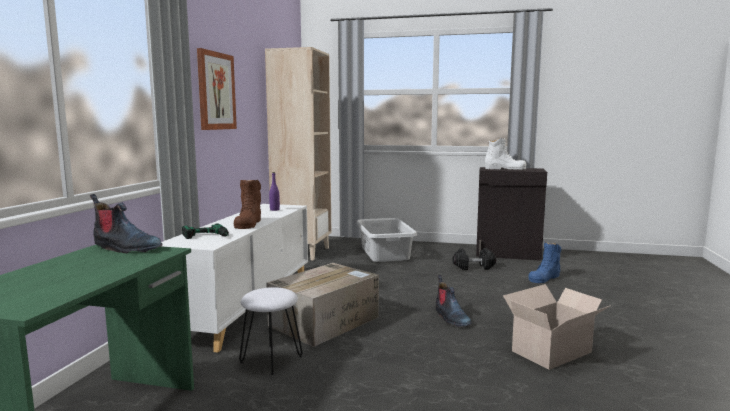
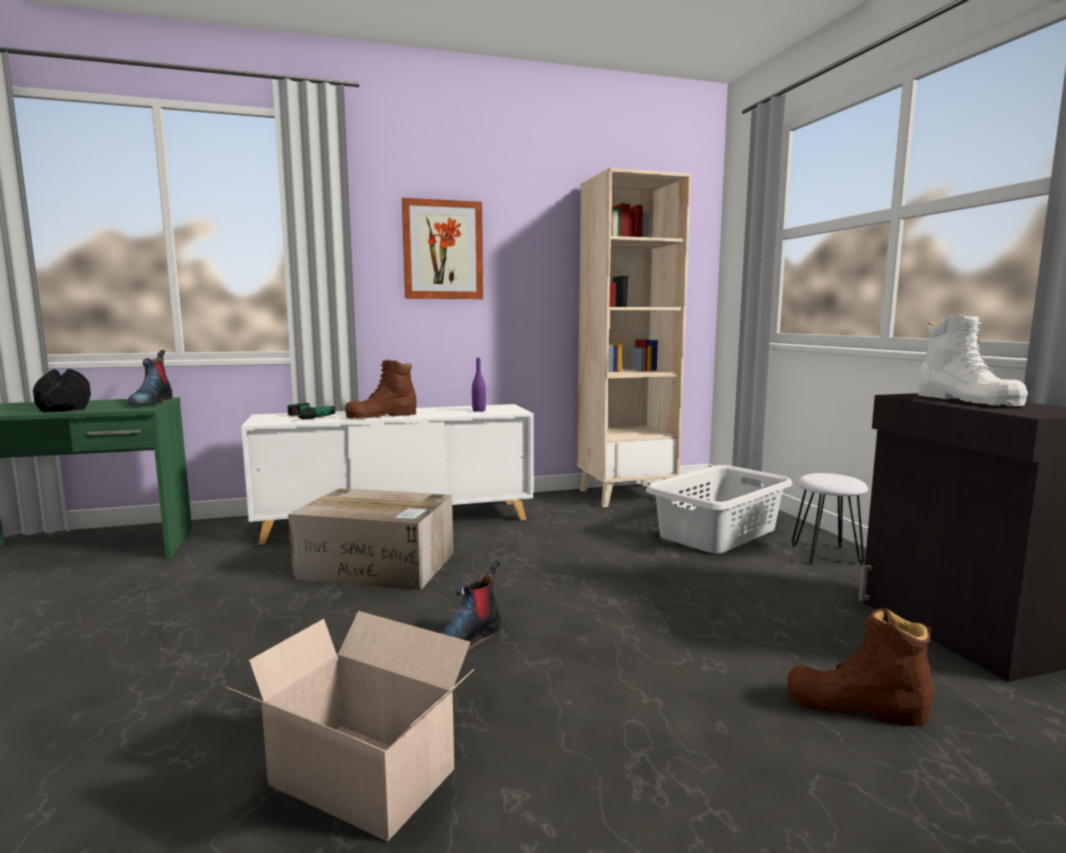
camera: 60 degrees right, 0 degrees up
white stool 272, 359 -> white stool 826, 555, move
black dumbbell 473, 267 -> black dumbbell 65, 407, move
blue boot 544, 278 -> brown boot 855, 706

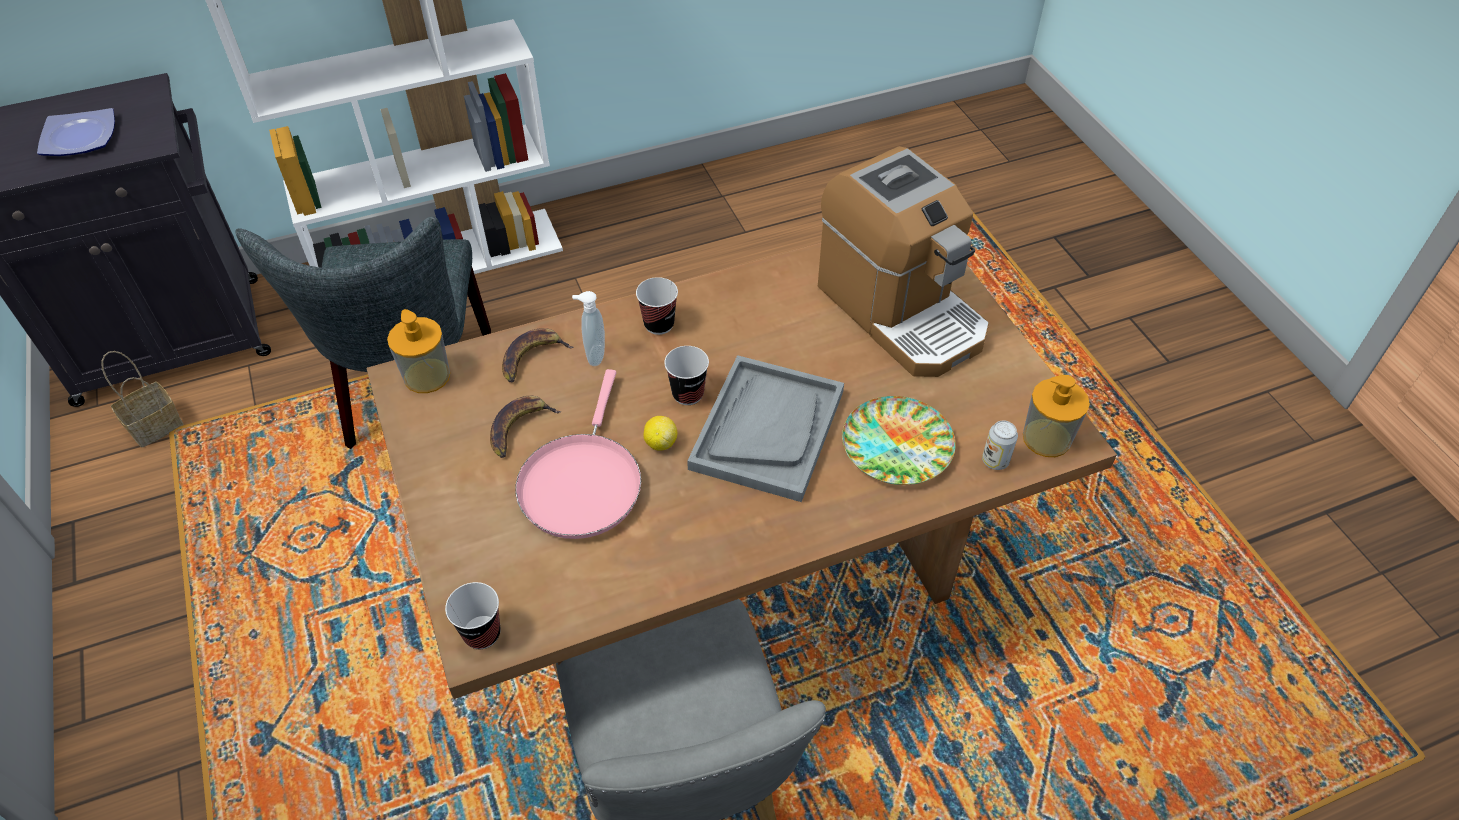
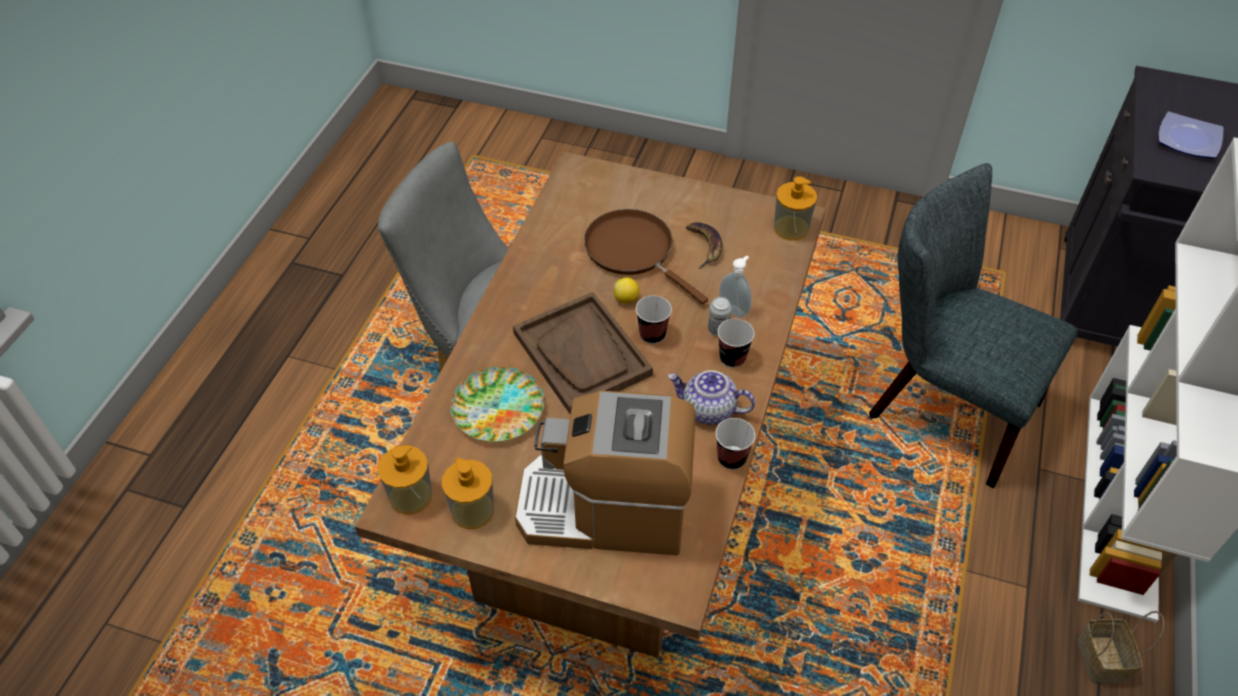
camera: 130 degrees right, 0 degrees up
basket 157, 425 -> basket 1103, 661, move
cup 482, 633 -> cup 731, 458, move
banana 532, 357 -> none
pink frying pan 582, 482 -> brown frying pan 633, 251
grey tray 767, 429 -> brown tray 582, 354
can 995, 461 -> can 718, 329, move
none -> soap dispenser 472, 510
none -> teapot 708, 410

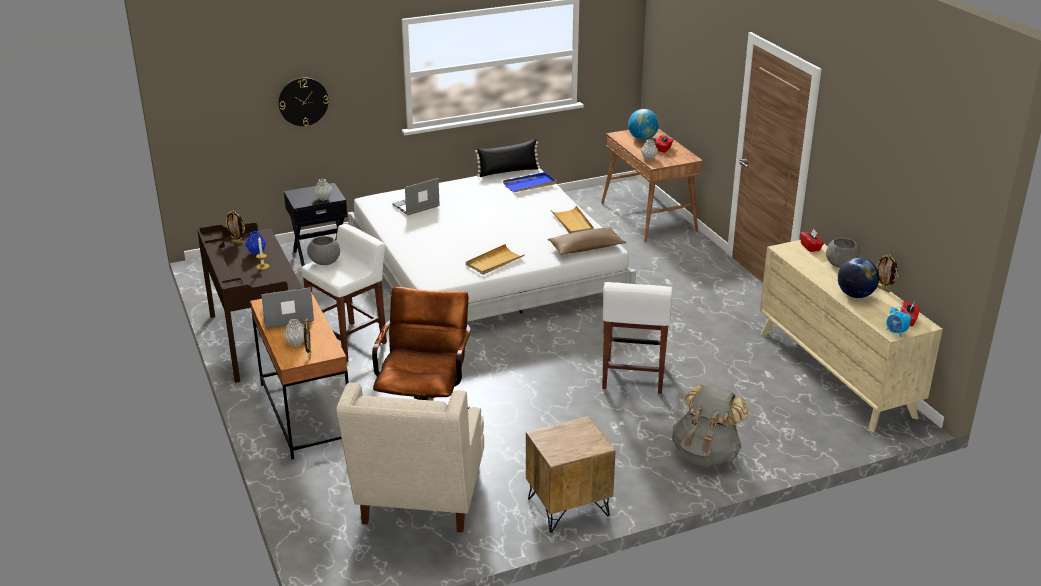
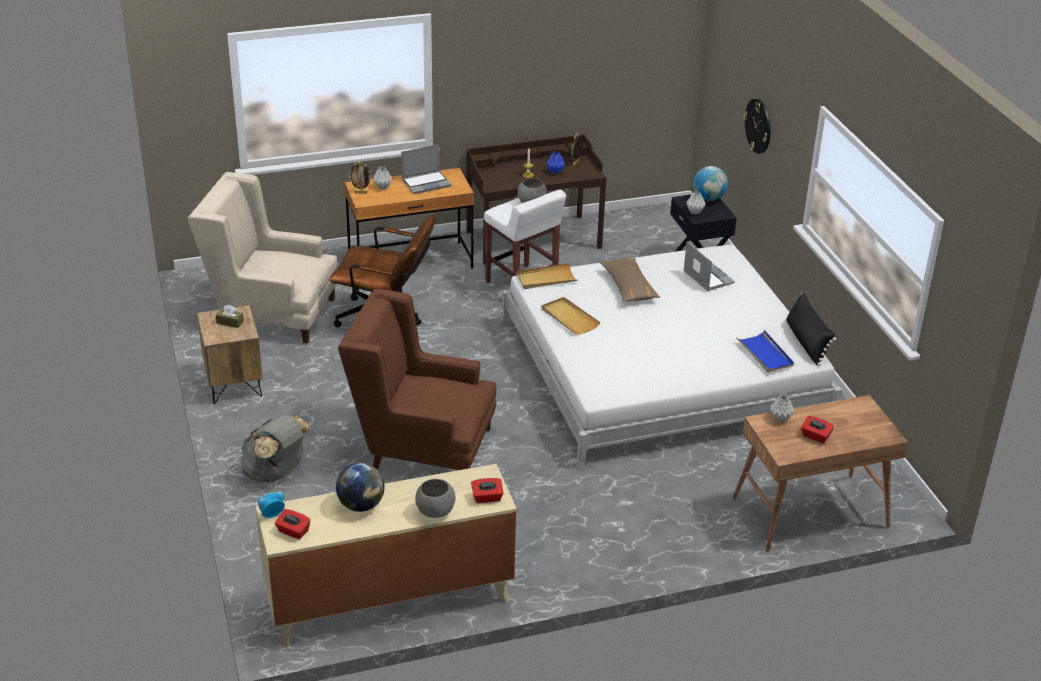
camera: 95 degrees right, 5 degrees up
laptop 287, 317 -> laptop 426, 183, 75 degrees clockwise
brown pillow 586, 248 -> brown pillow 628, 287, move
beige tray 572, 222 -> beige tray 546, 279, move
white stool 633, 377 -> brown armchair 421, 446
globe 642, 138 -> globe 708, 198, move
picture frame 884, 289 -> none
none -> brown tissue box 230, 322

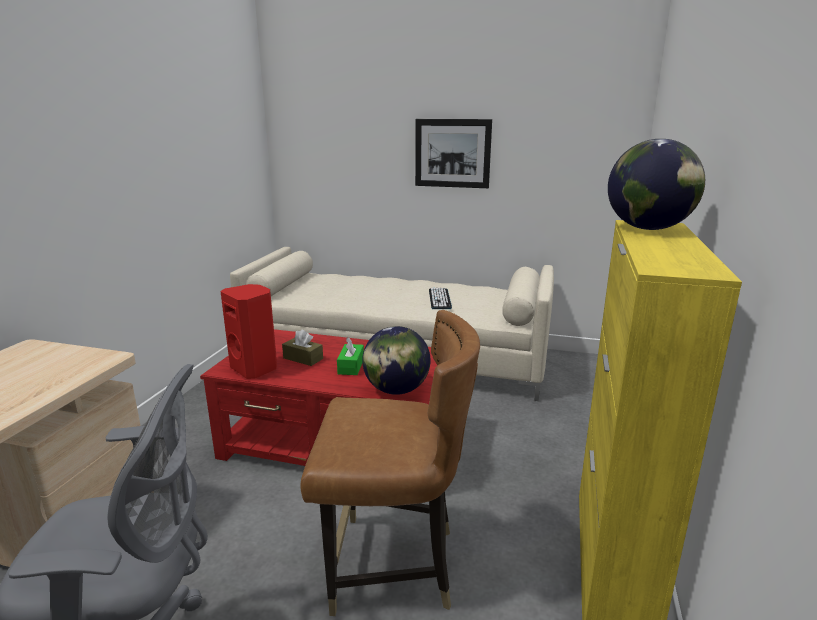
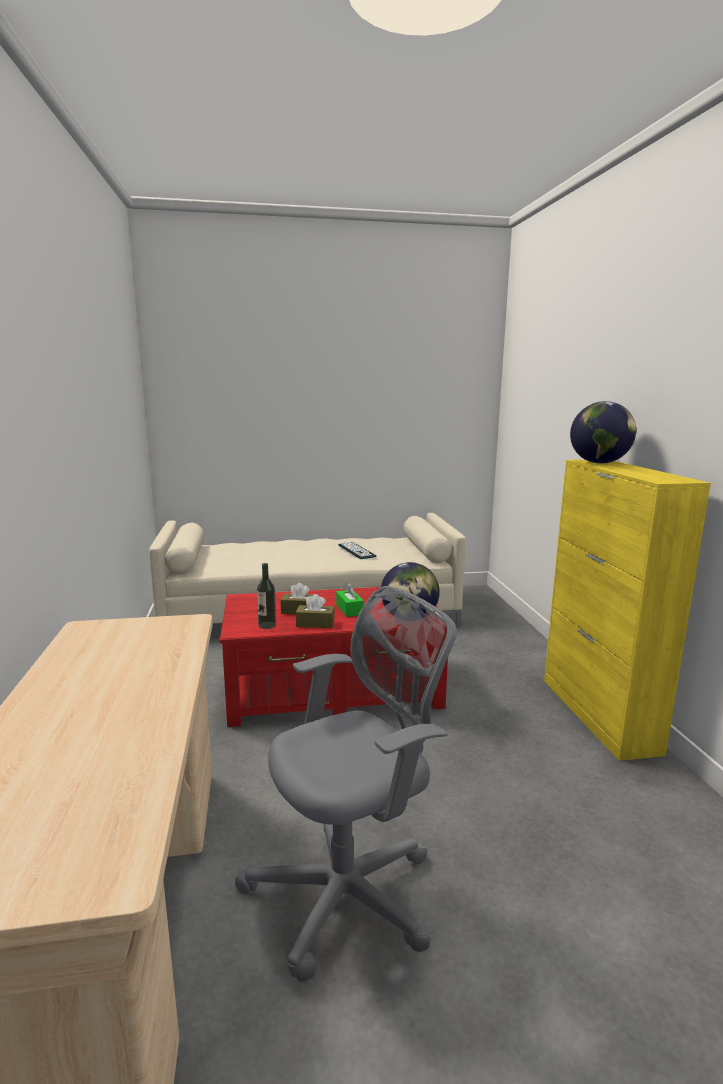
camera: 25 degrees left, 5 degrees down
red speaker 255, 368 -> bottle 267, 625
brown chair 393, 565 -> none
picture 452, 153 -> none
none -> brown tissue box 315, 623

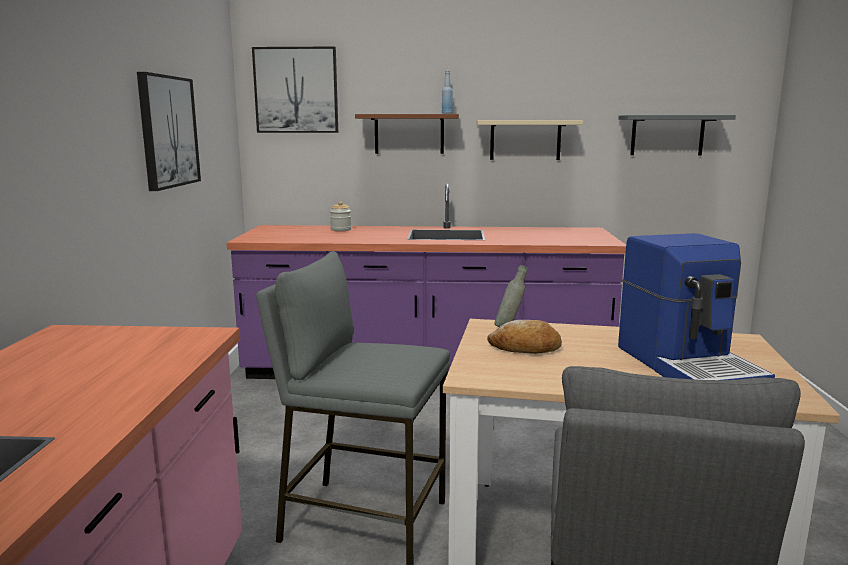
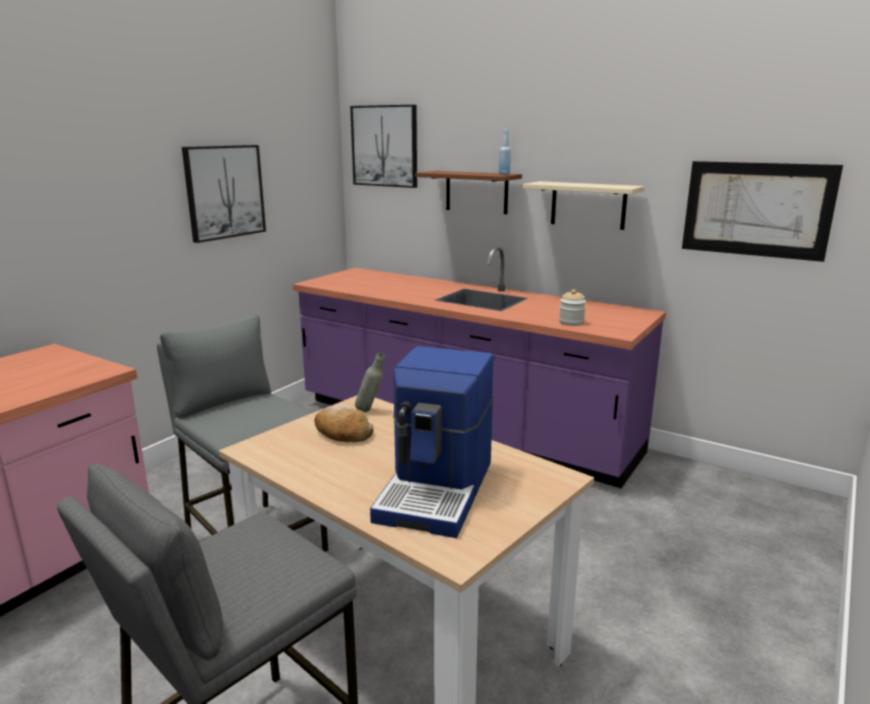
camera: 30 degrees right, 5 degrees up
jar 341, 229 -> jar 571, 322, move
grey shelf 667, 135 -> picture 756, 209

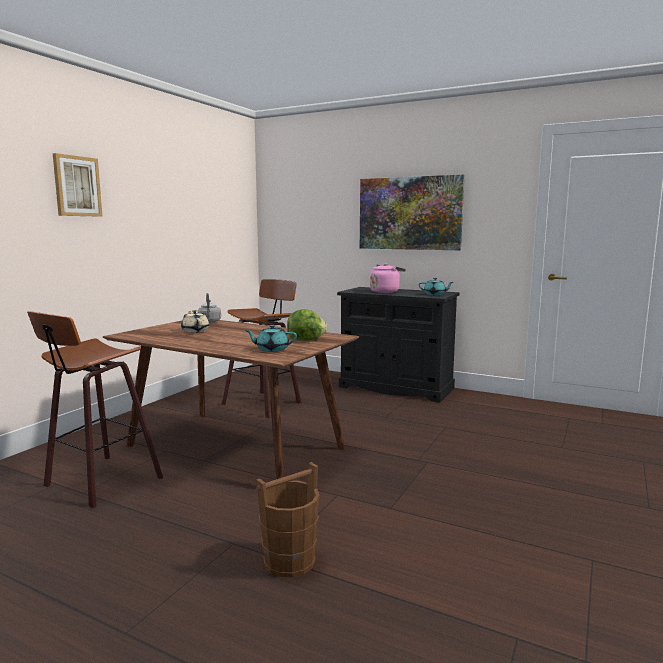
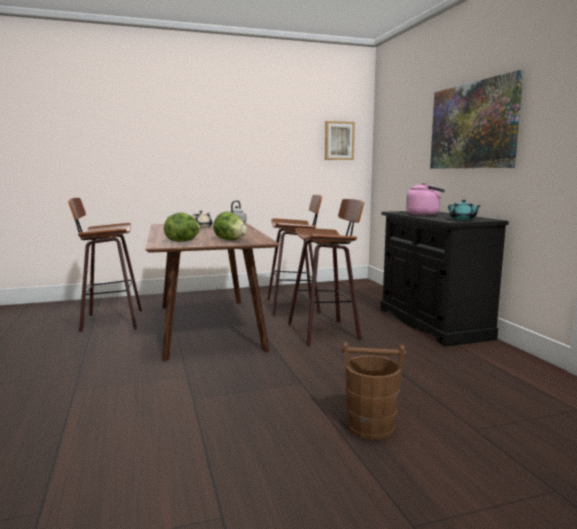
camera: 45 degrees right, 0 degrees up
picture 77, 186 -> picture 339, 141, move
turquoise teapot 271, 349 -> lettuce 183, 241
brown bucket 288, 561 -> brown bucket 370, 426, move
none -> stool 325, 331

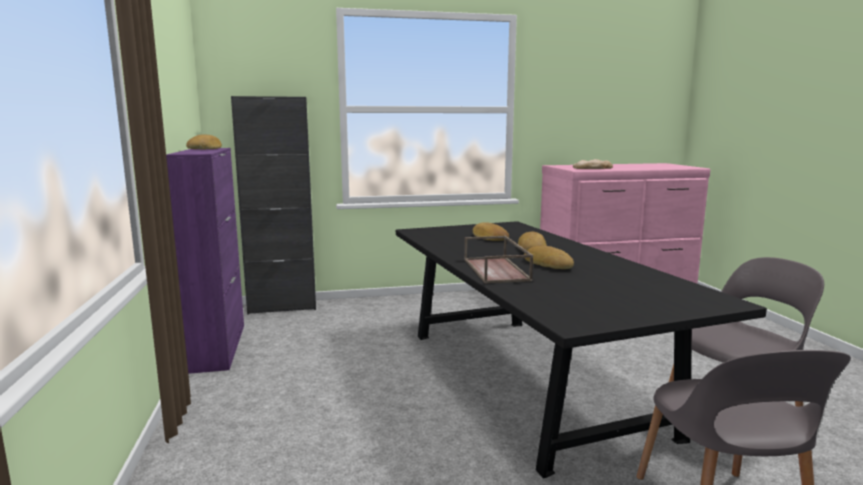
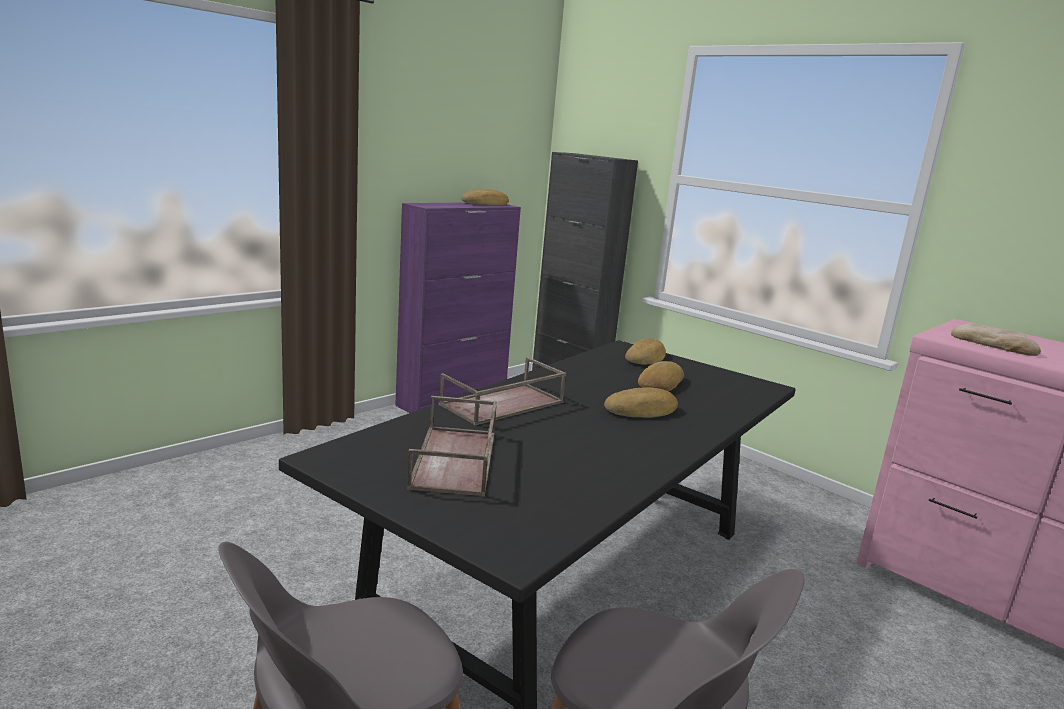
camera: 55 degrees right, 5 degrees up
bread 549, 264 -> bread 646, 358, move
none -> brown tray 456, 460

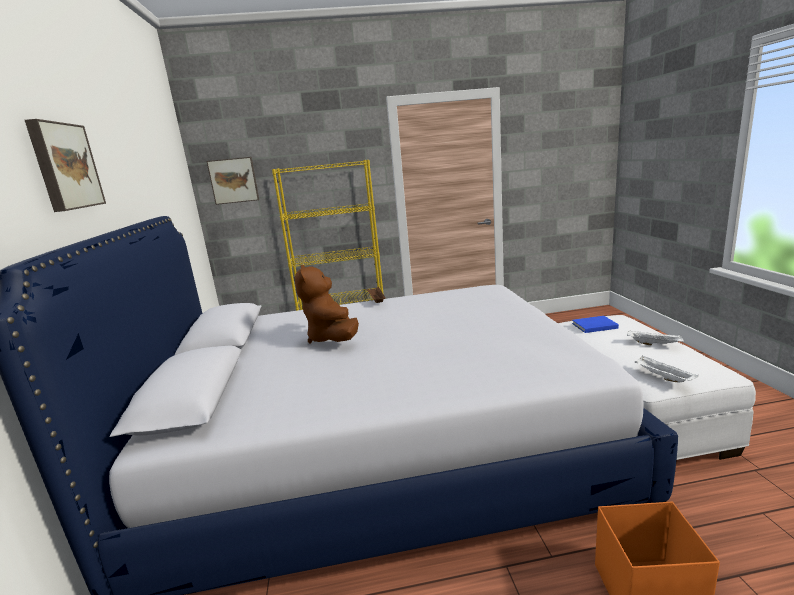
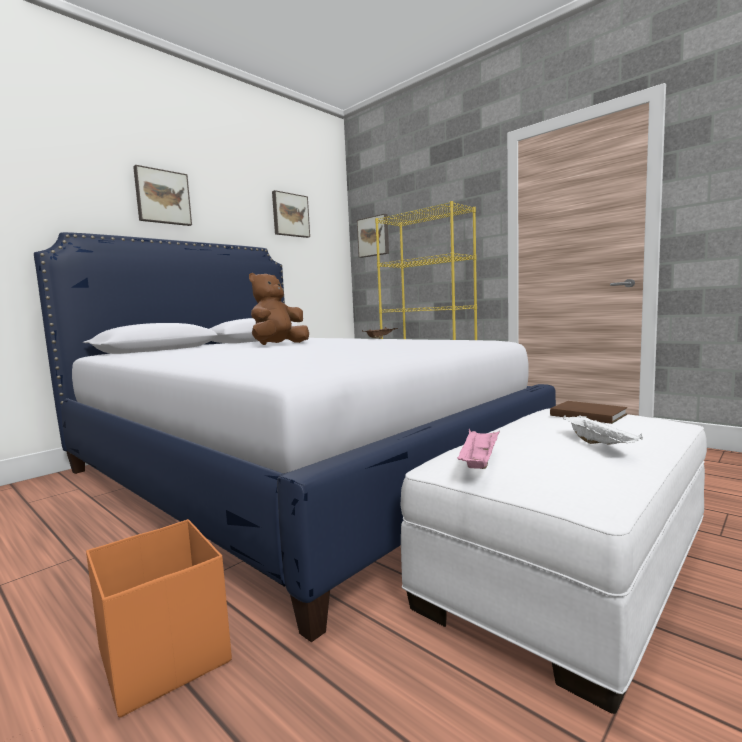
camera: 50 degrees right, 10 degrees down
blue book 593, 326 -> brown book 586, 414
white tray 662, 377 -> pink tray 479, 462
none -> picture 290, 215

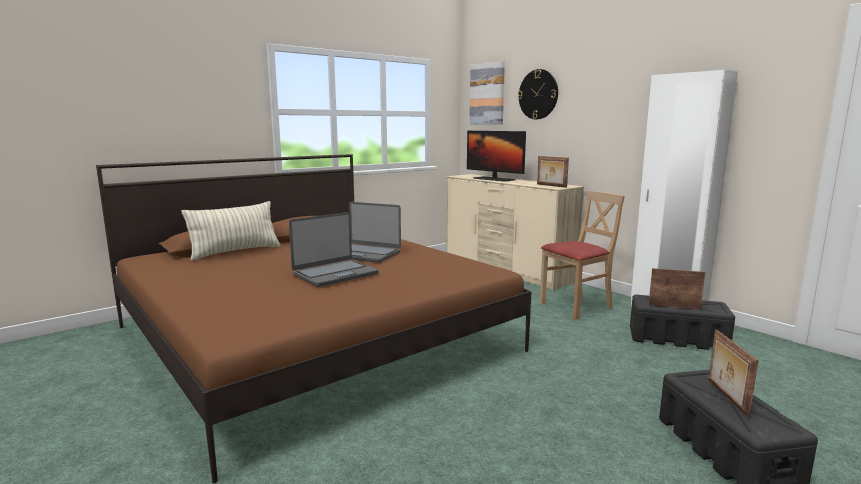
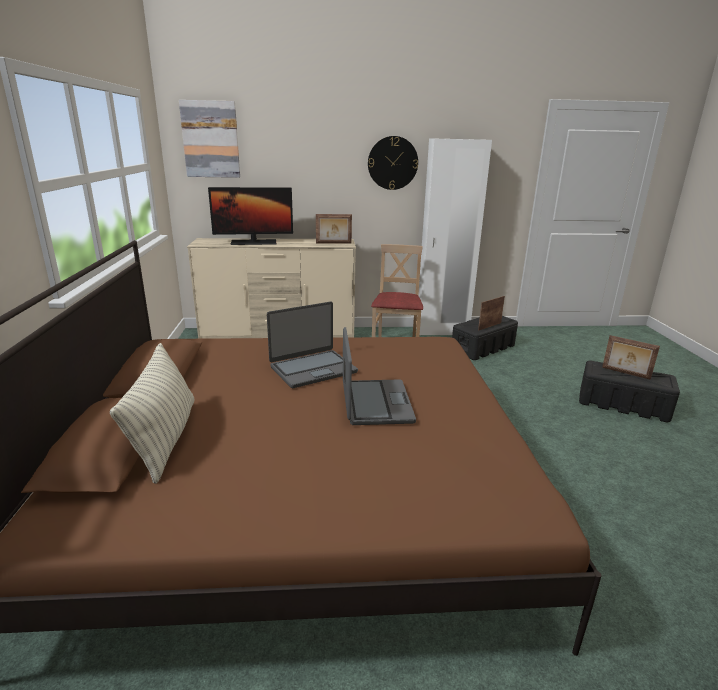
camera: 55 degrees left, 10 degrees up
wall clock 538, 94 -> wall clock 392, 163, move

